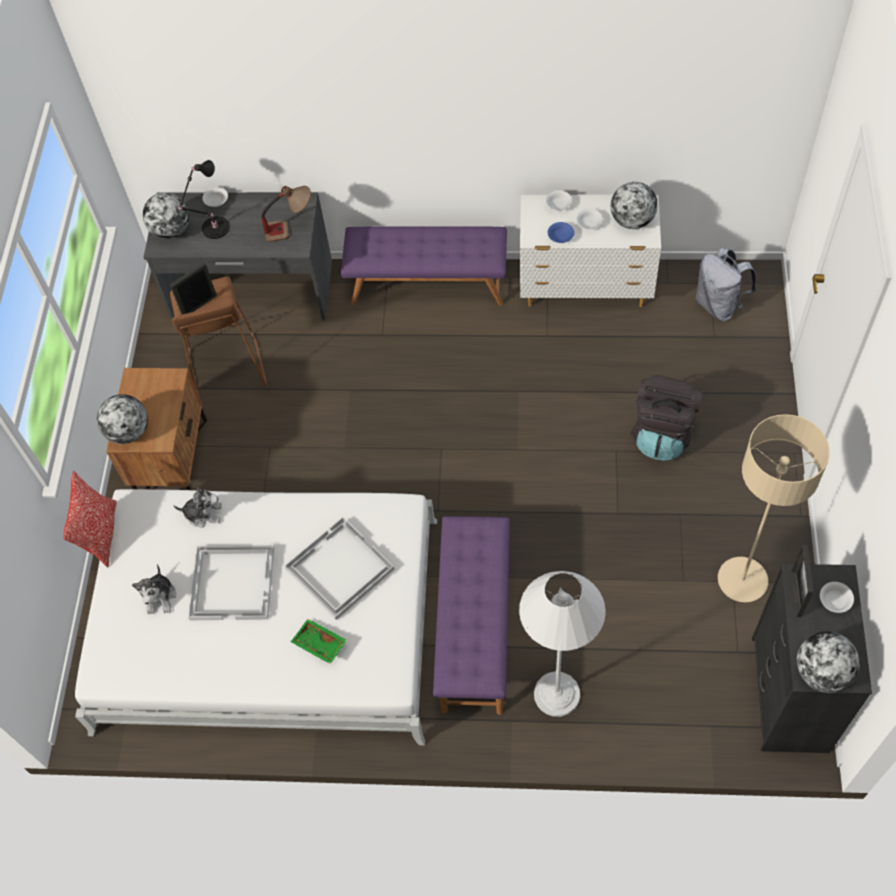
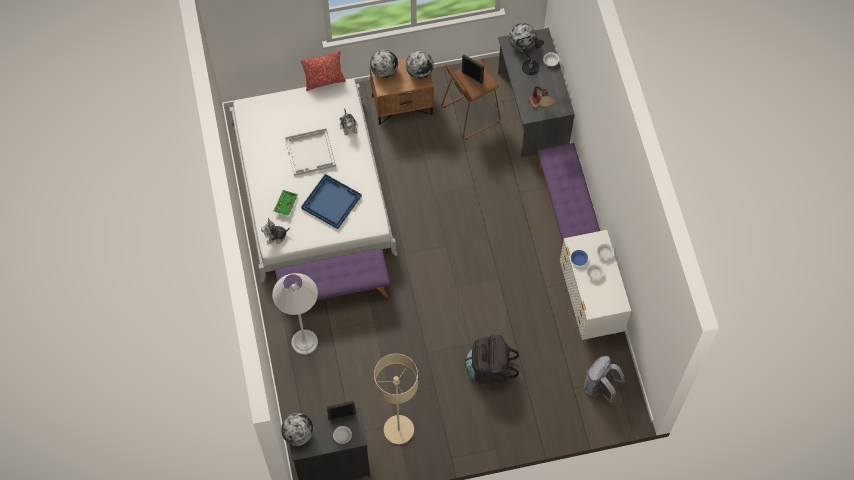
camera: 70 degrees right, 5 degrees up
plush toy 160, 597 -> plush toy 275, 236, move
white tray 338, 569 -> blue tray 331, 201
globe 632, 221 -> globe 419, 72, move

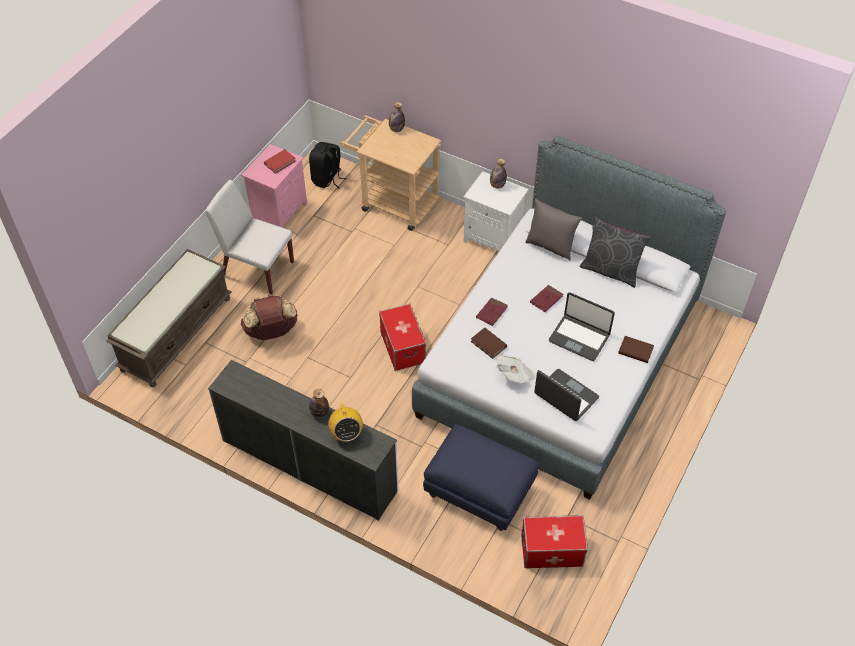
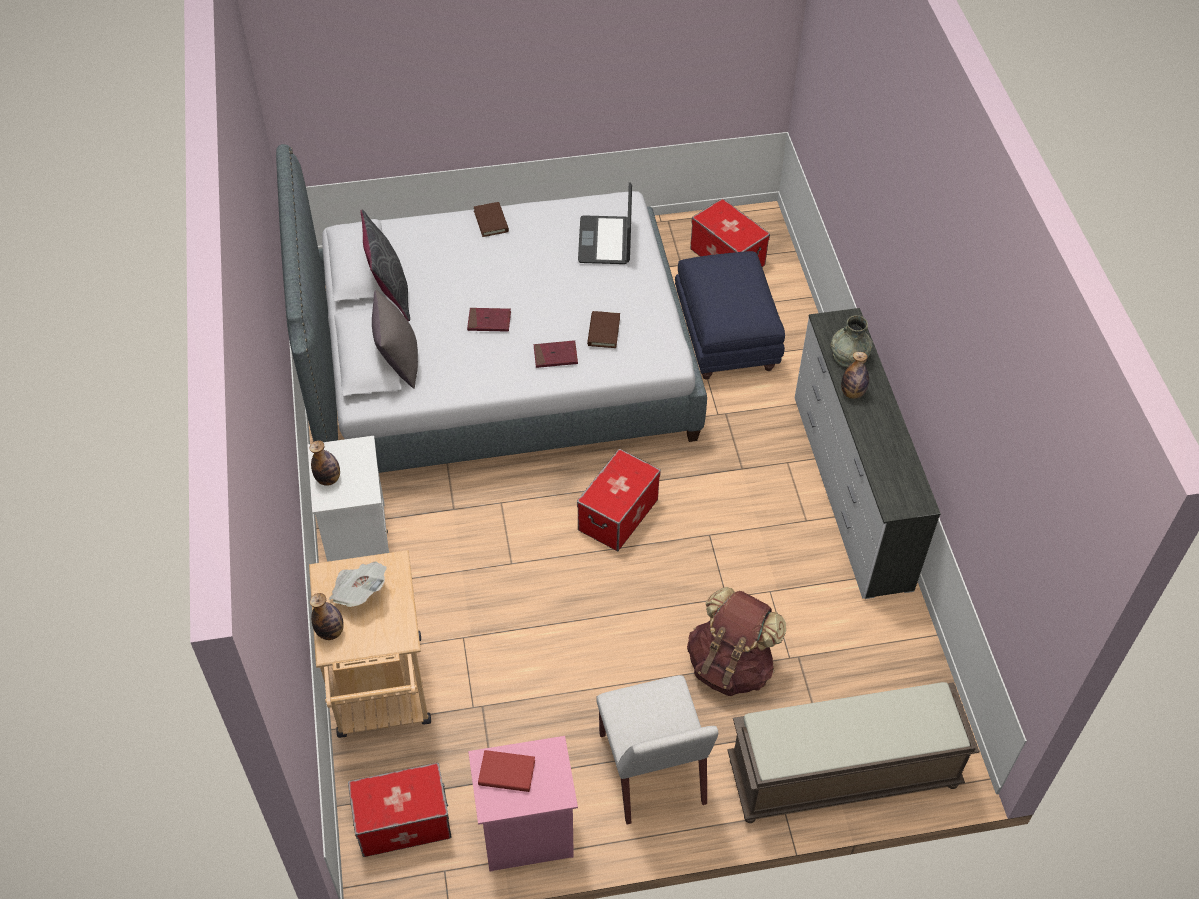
camera: 130 degrees left, 0 degrees up
black backpack 327, 179 -> storage box 403, 821
radio 346, 434 -> grey vase 849, 355
newspaper 514, 375 -> newspaper 359, 591, move
laptop 579, 338 -> none

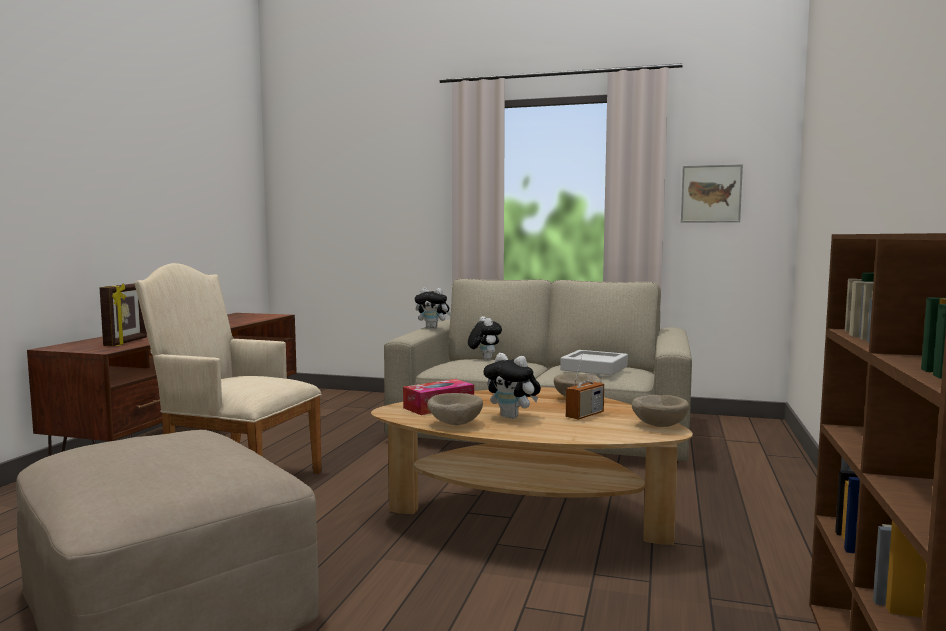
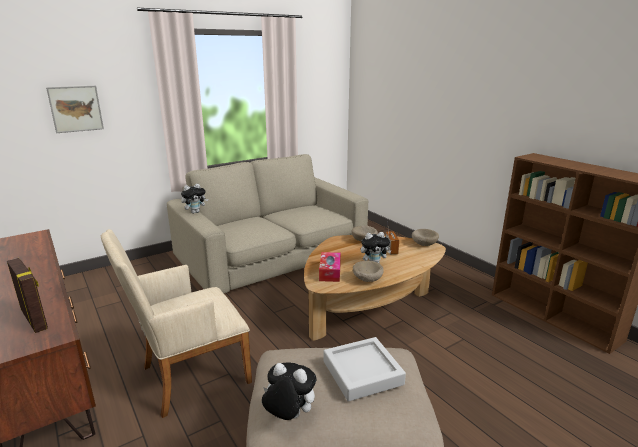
camera: 50 degrees left, 15 degrees up
plush toy 484, 359 -> plush toy 288, 416, move
grey tray 594, 368 -> grey tray 362, 373, move
picture 711, 194 -> picture 76, 109, move

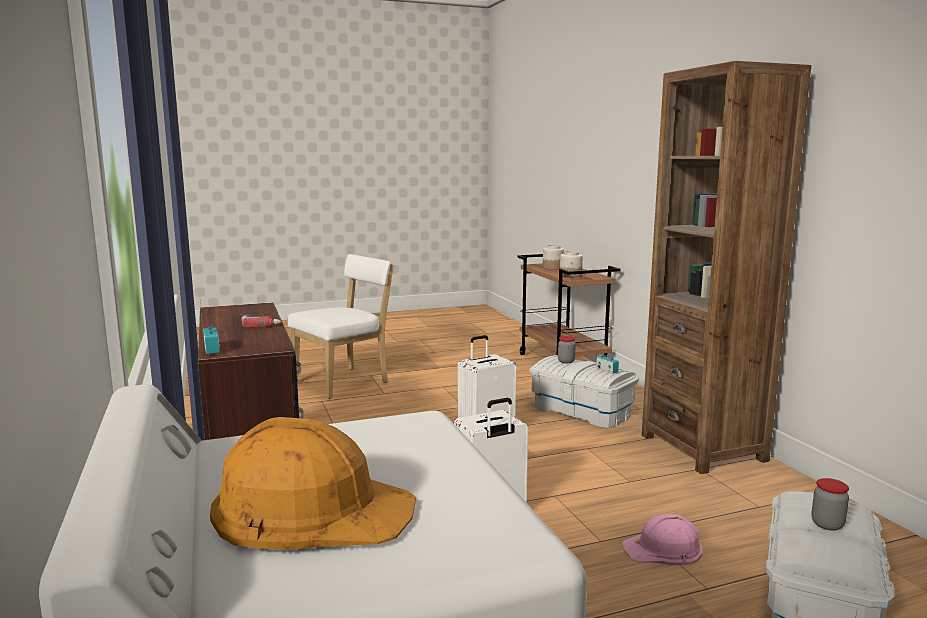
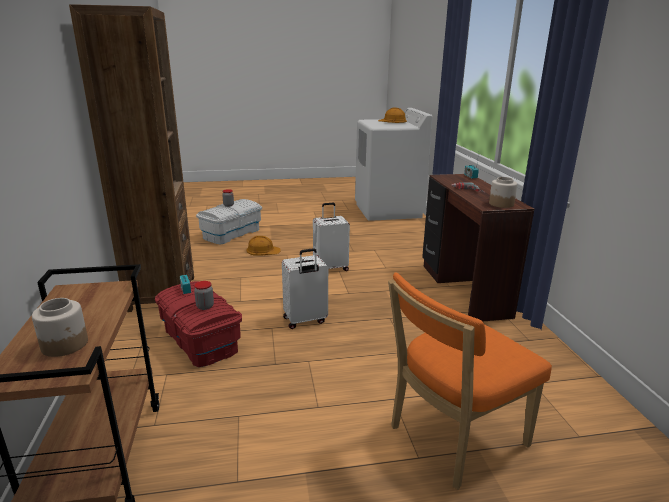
camera: 170 degrees left, 10 degrees up
white chair 345, 382 -> orange chair 452, 438
white storage box 582, 411 -> red storage box 200, 340
jar 571, 275 -> jar 501, 204, move
pink hard hat 663, 548 -> orange hard hat 263, 250

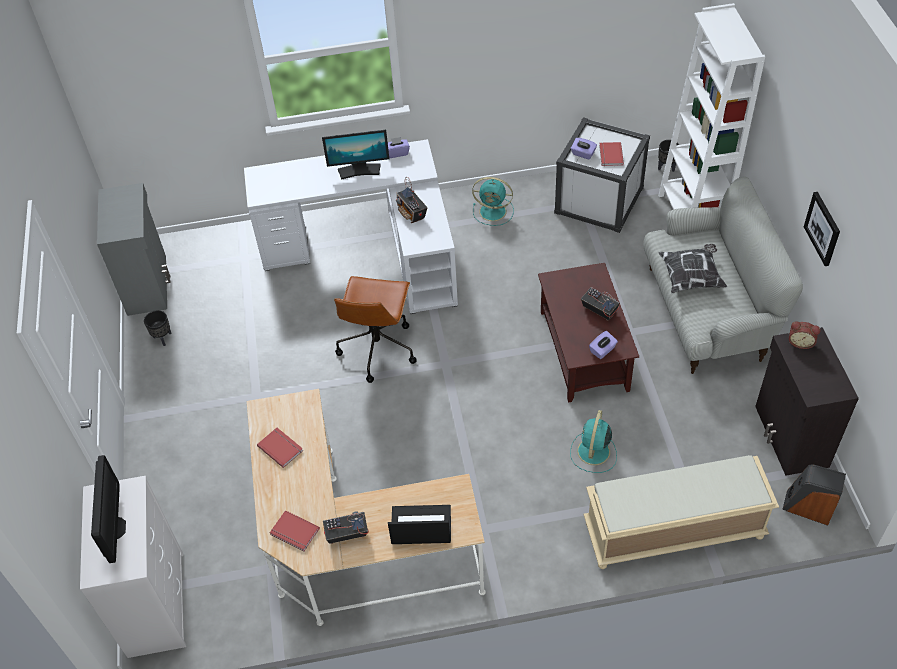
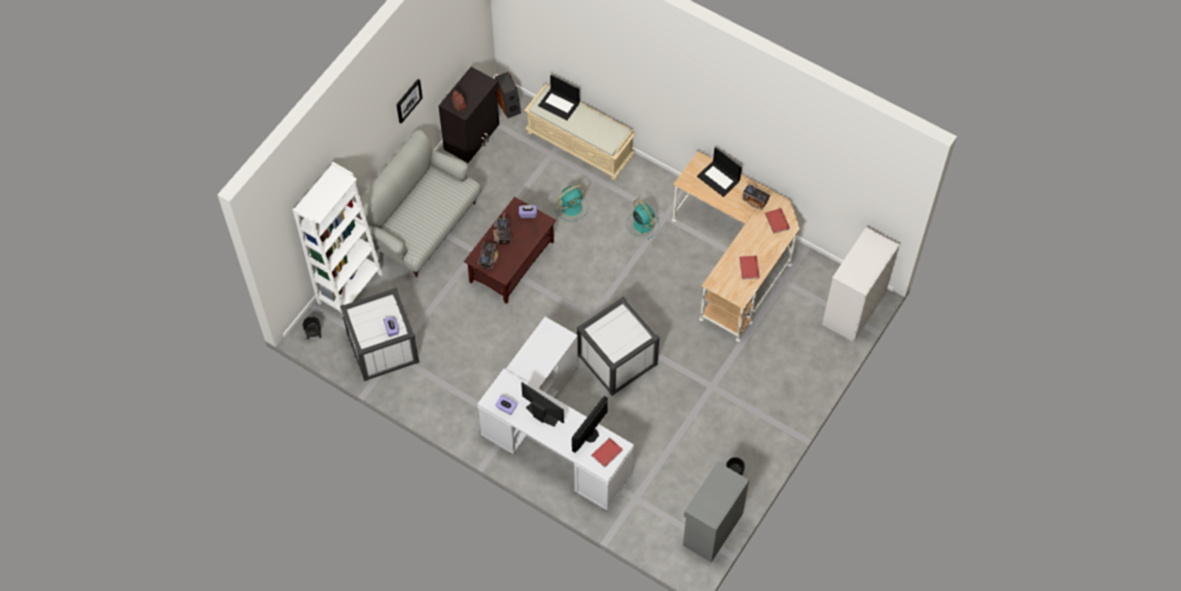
camera: 140 degrees left, 10 degrees up
monitor 115, 528 -> monitor 591, 435, move
brown office chair 377, 348 -> white storage box 617, 359
radio 412, 213 -> radio 488, 259, move
turquoise fan 494, 211 -> turquoise fan 642, 224, move
red book 610, 155 -> red book 607, 453, move
pillow 691, 277 -> none
none -> laptop 559, 104

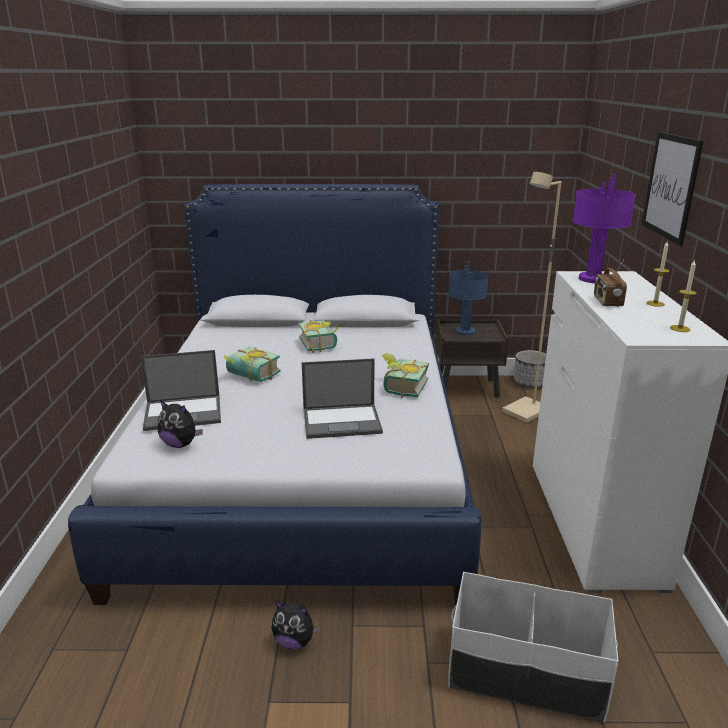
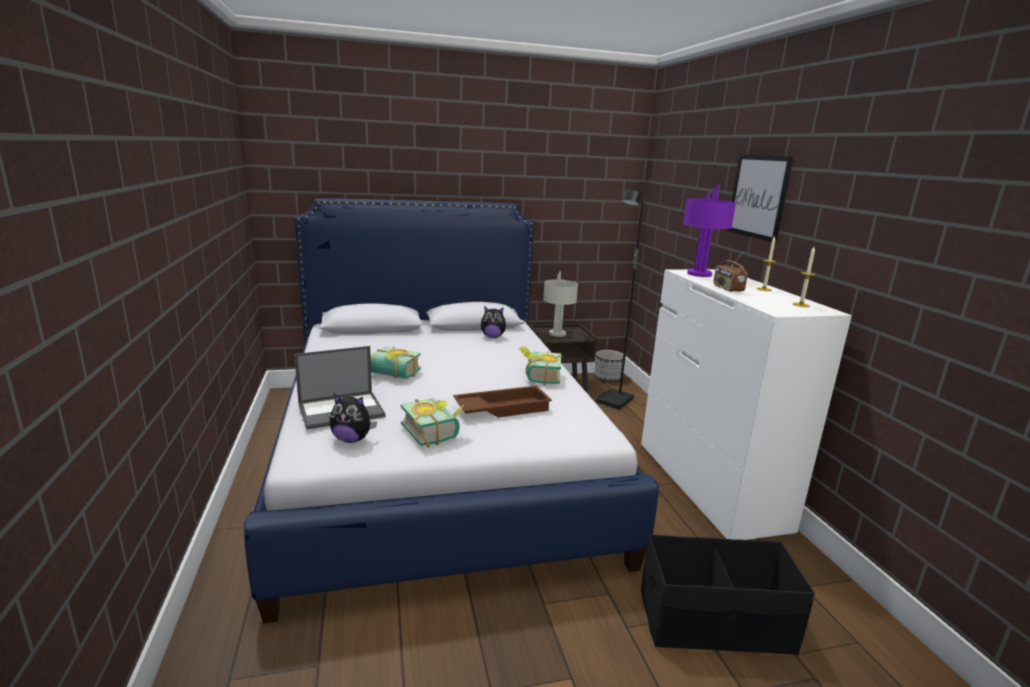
camera: 15 degrees left, 5 degrees down
plush toy 294, 641 -> plush toy 493, 336, move
book 322, 344 -> book 435, 432, move
laptop 342, 421 -> brown tray 502, 408
white storage box 526, 673 -> black storage box 715, 622
blue table lamp 465, 332 -> grey table lamp 557, 334
beige floor lamp 526, 412 -> black floor lamp 615, 401

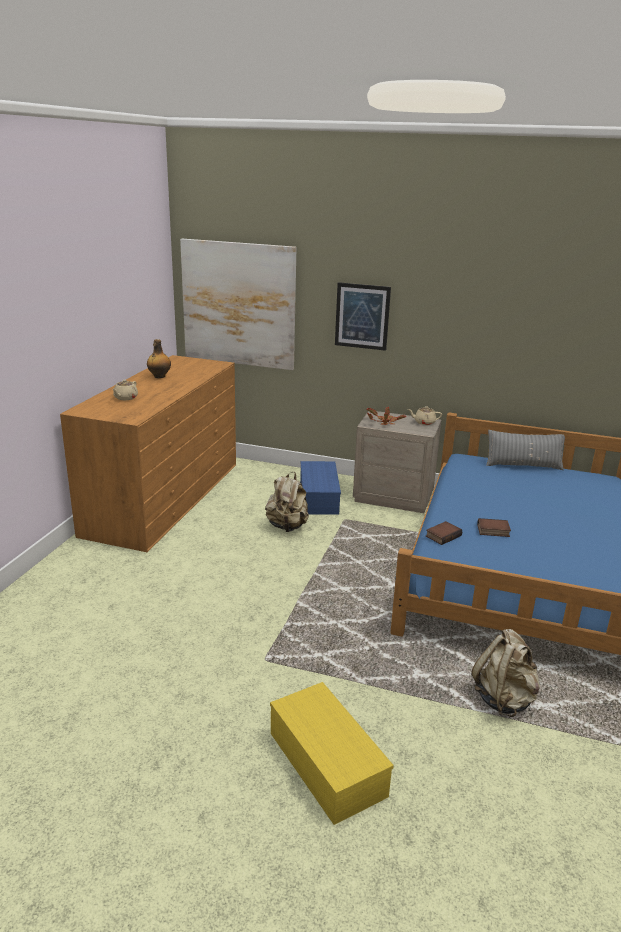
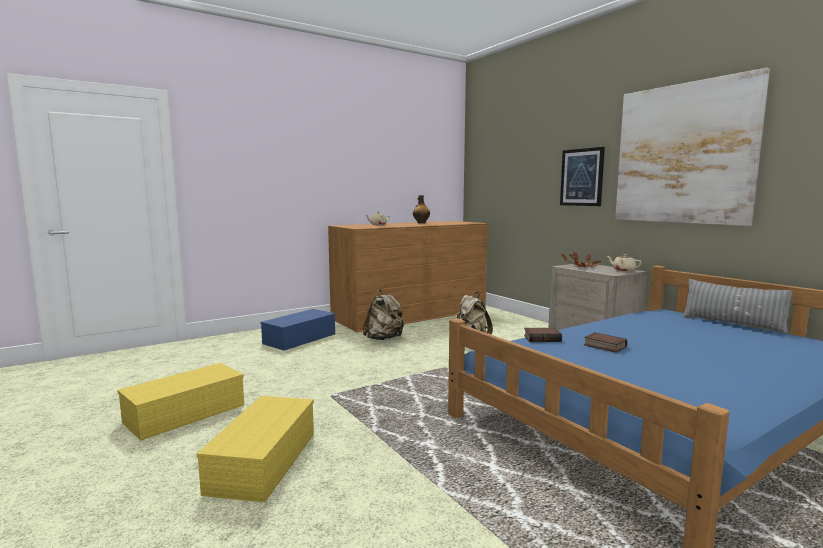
camera: 40 degrees right, 15 degrees down
picture 238, 304 -> picture 683, 154, move
blue storage box 318, 497 -> blue storage box 300, 338, move
beige backpack 504, 699 -> beige backpack 384, 339, move
none -> yellow storage box 186, 412

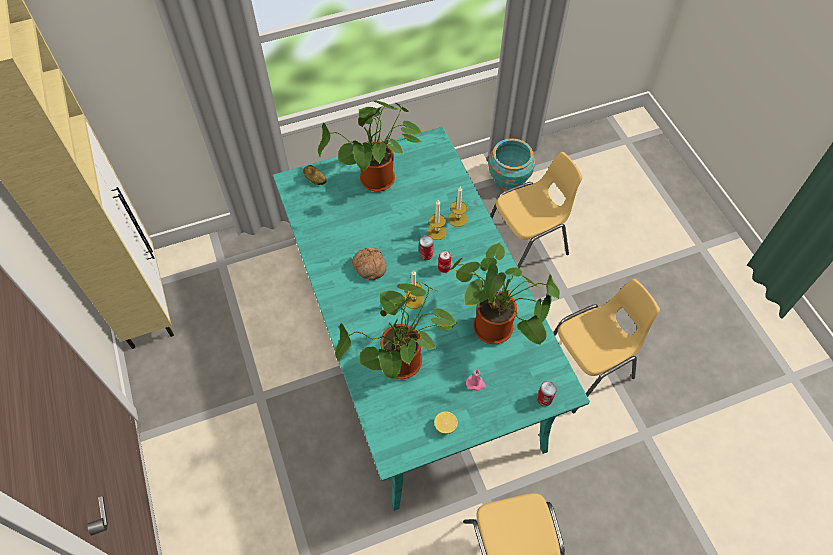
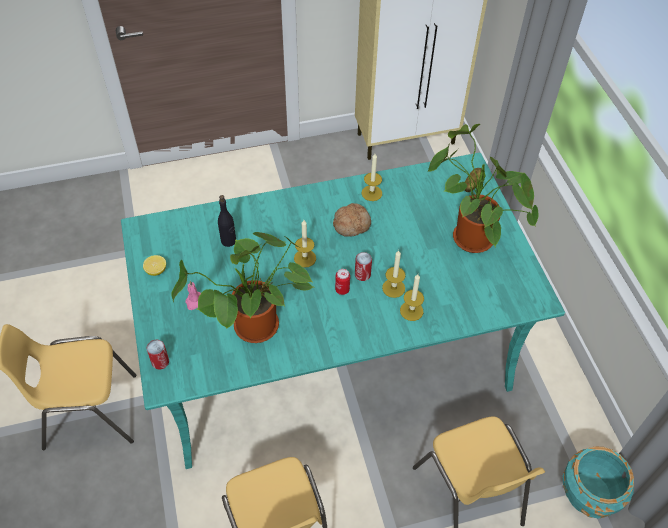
camera: 95 degrees right, 5 degrees down
potted plant 400, 366 -> black bottle 228, 241
none -> candle 371, 193

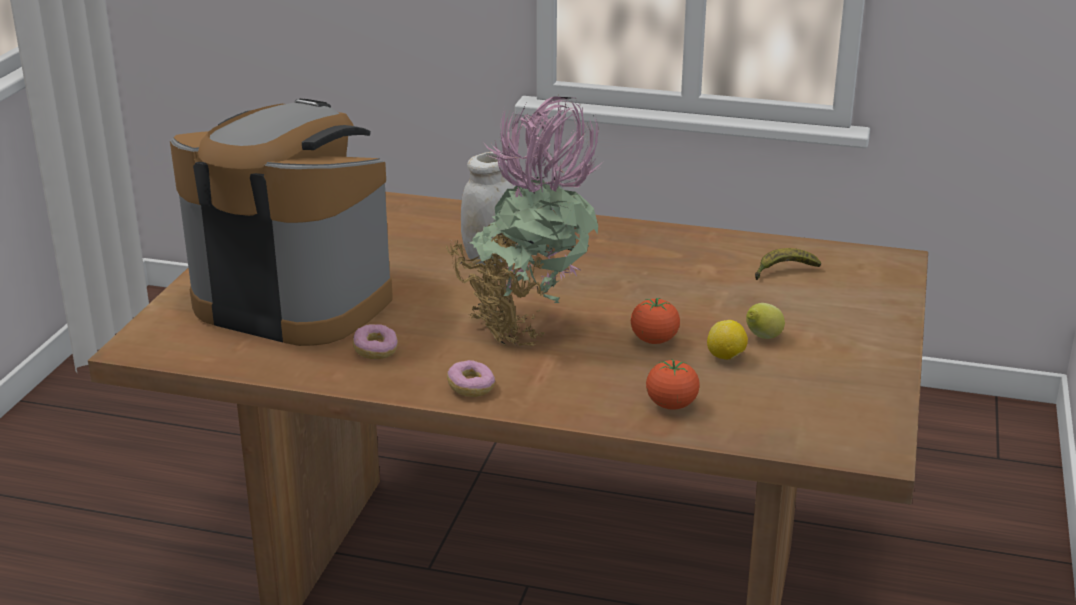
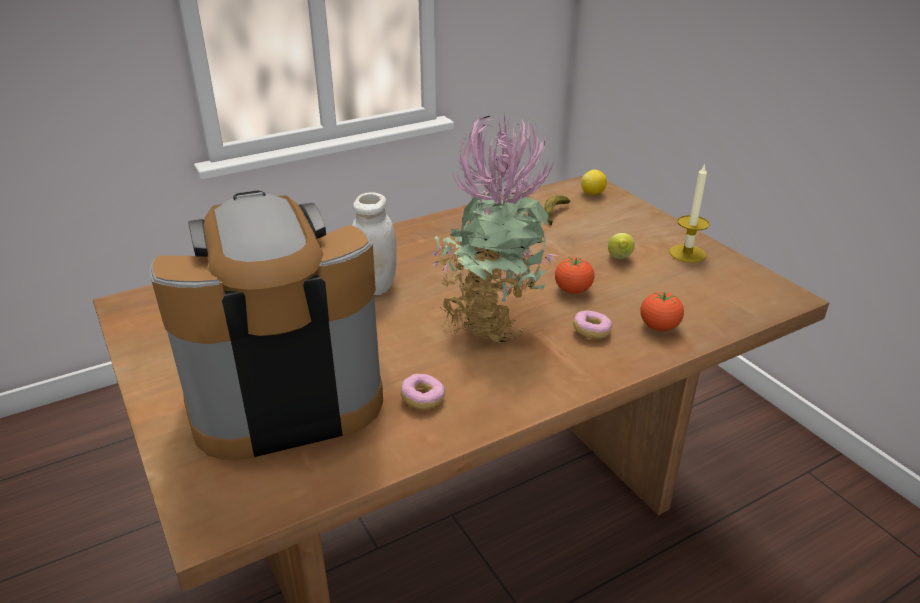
camera: 45 degrees left, 5 degrees up
donut 471, 388 -> donut 591, 332, move
lemon 726, 357 -> lemon 593, 194, move
none -> candle 687, 253

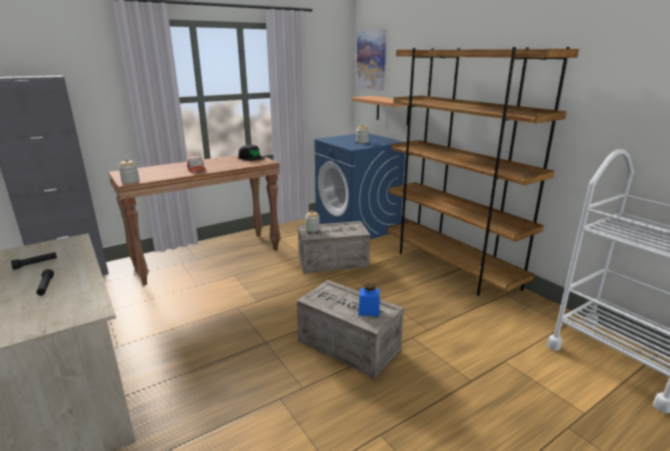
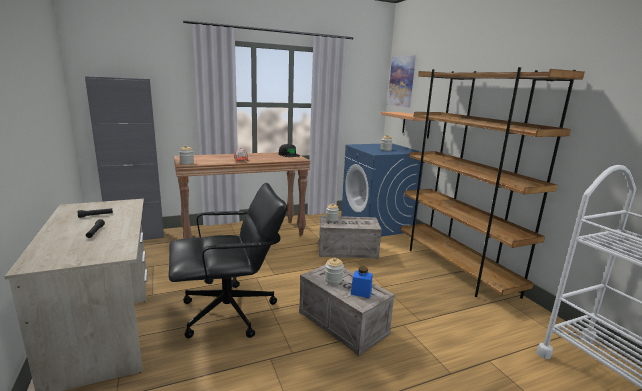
camera: 10 degrees right, 5 degrees down
none -> black office chair 229, 312
none -> jar 333, 280

